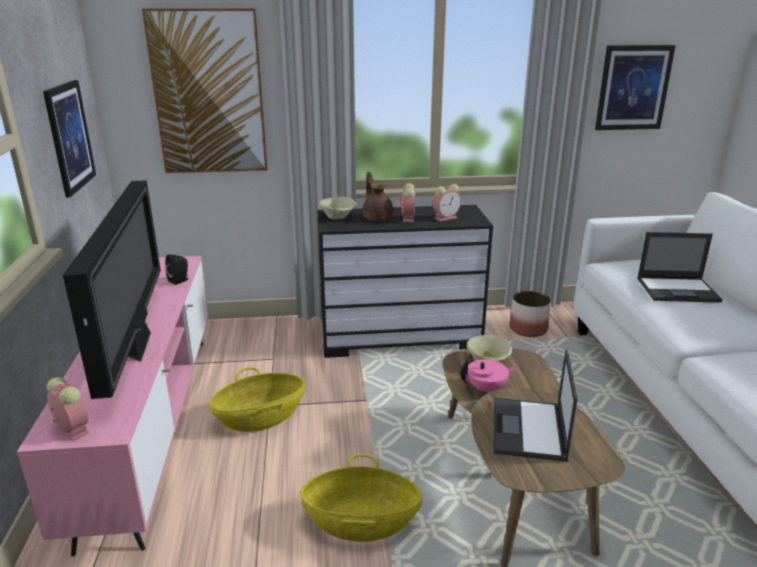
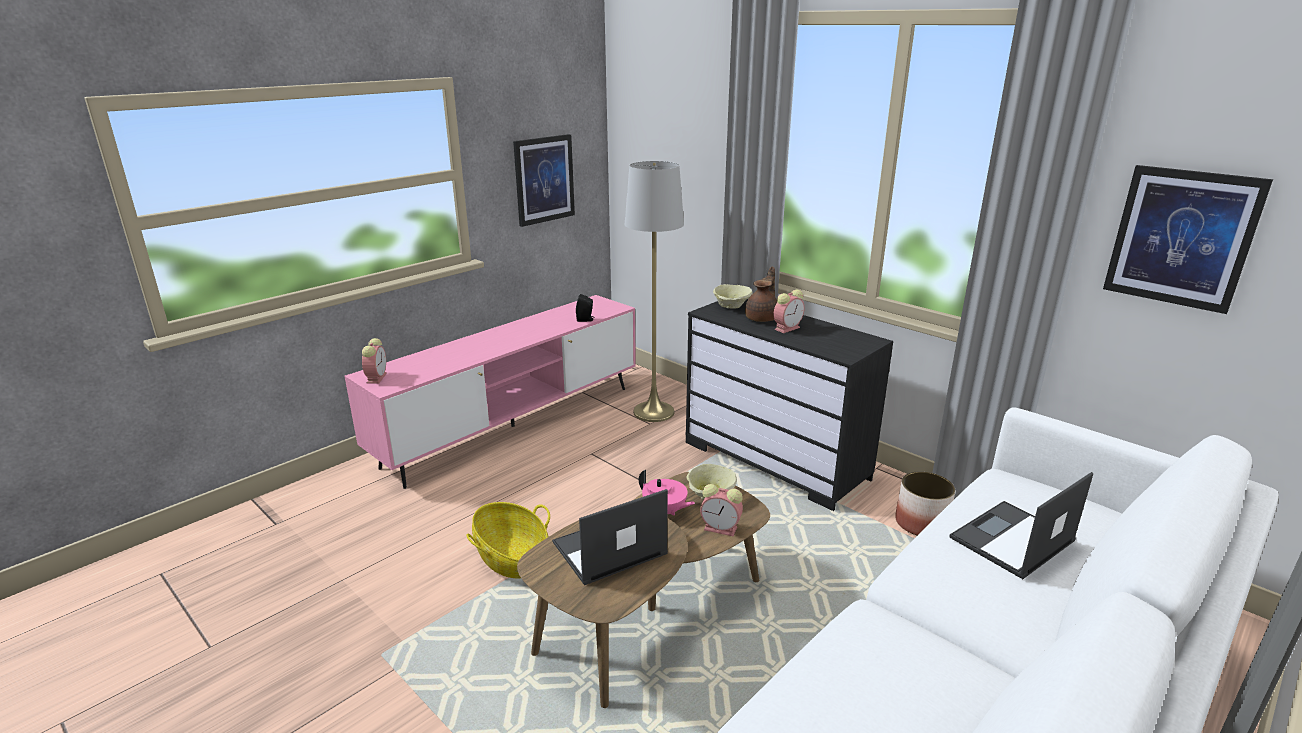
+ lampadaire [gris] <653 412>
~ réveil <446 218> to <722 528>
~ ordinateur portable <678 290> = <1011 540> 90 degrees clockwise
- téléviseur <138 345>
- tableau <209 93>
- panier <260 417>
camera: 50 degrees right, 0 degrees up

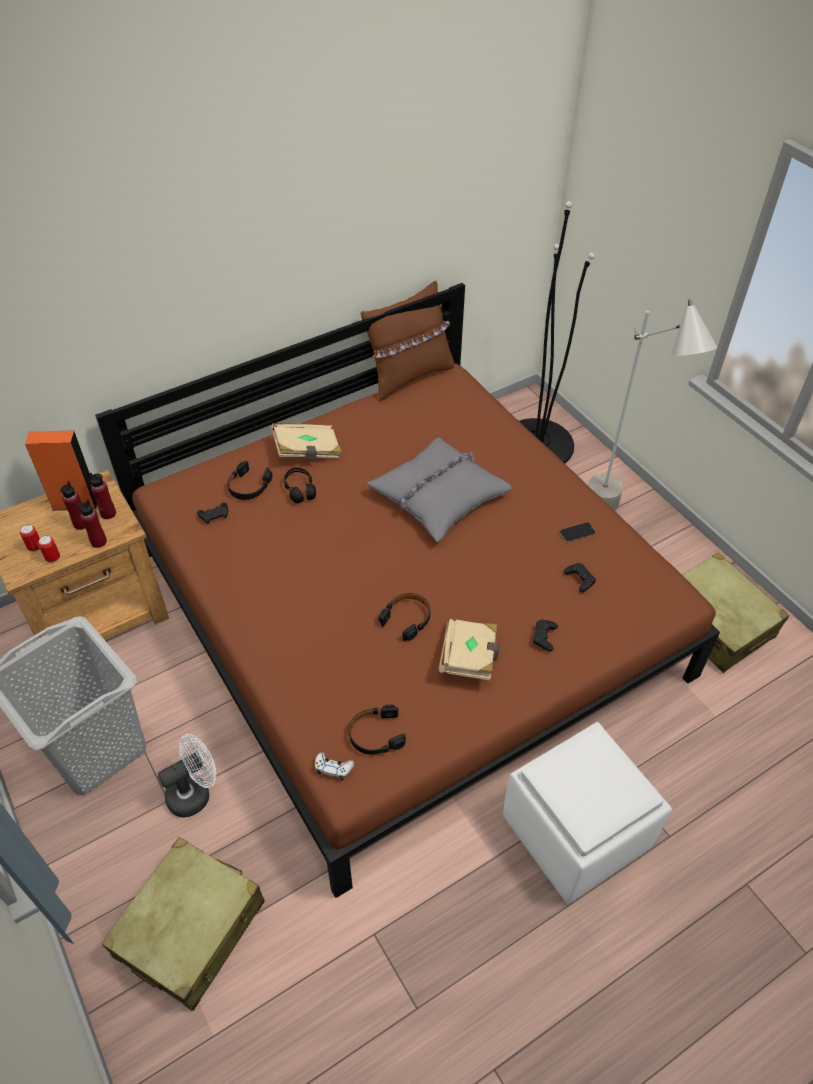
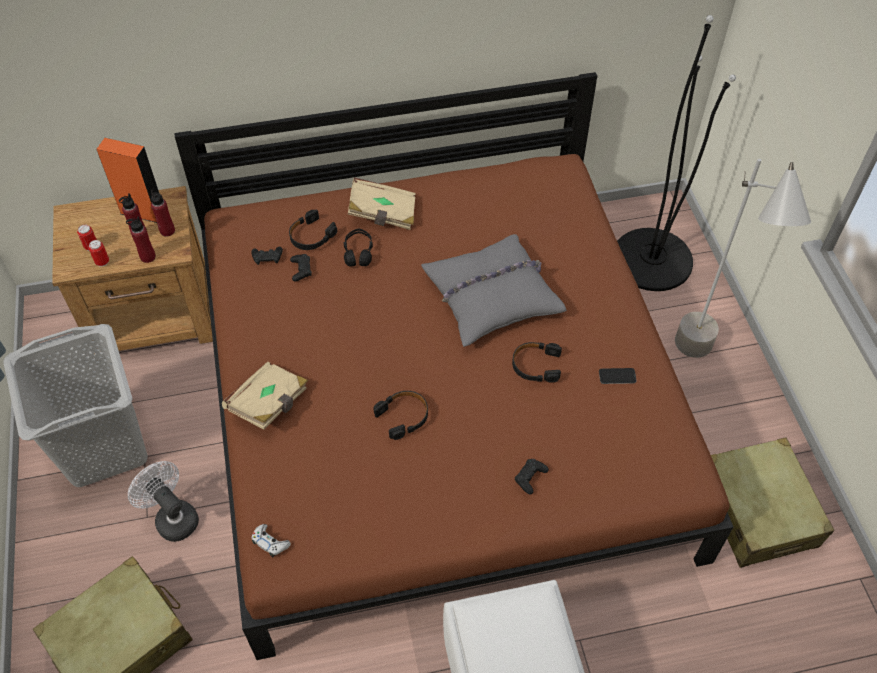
~ ventilateur [blanc] <195 793> = <173 517> 120 degrees counterclockwise
~ livre [beige] <469 658> to <269 403>
~ manette [noir] <579 579> to <301 270>
~ casque audio [noir] <376 734> to <536 365>
- coussin [marron] <409 376>
camera: 20 degrees right, 5 degrees up

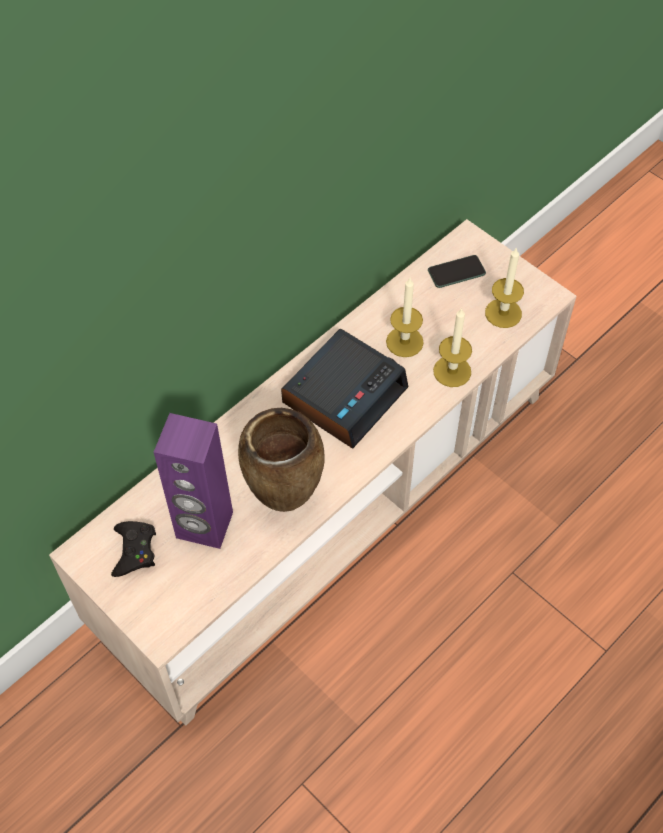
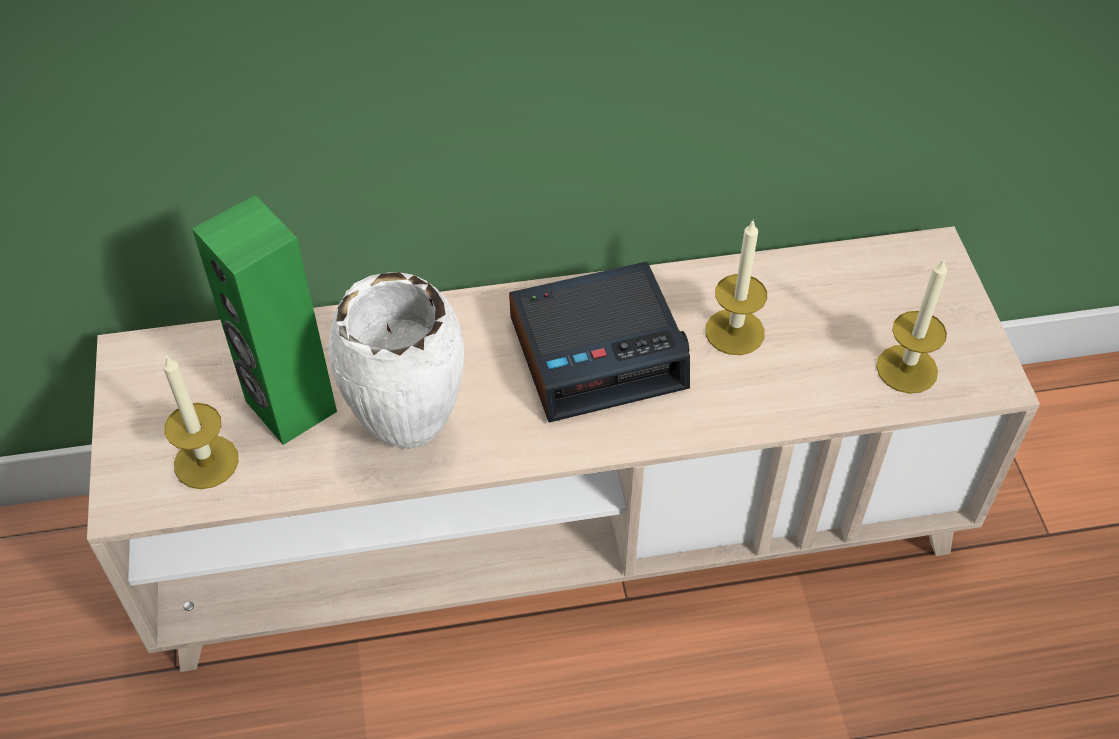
~ bougie <452 371> to <206 462>
~ enceinte [violet] <204 526> to enceinte [vert] <290 407>
~ vase [marron] <284 502> to vase [blanc] <407 436>
- manette [noir] <134 551>
- téléphone <456 272>
camera: 35 degrees right, 5 degrees down

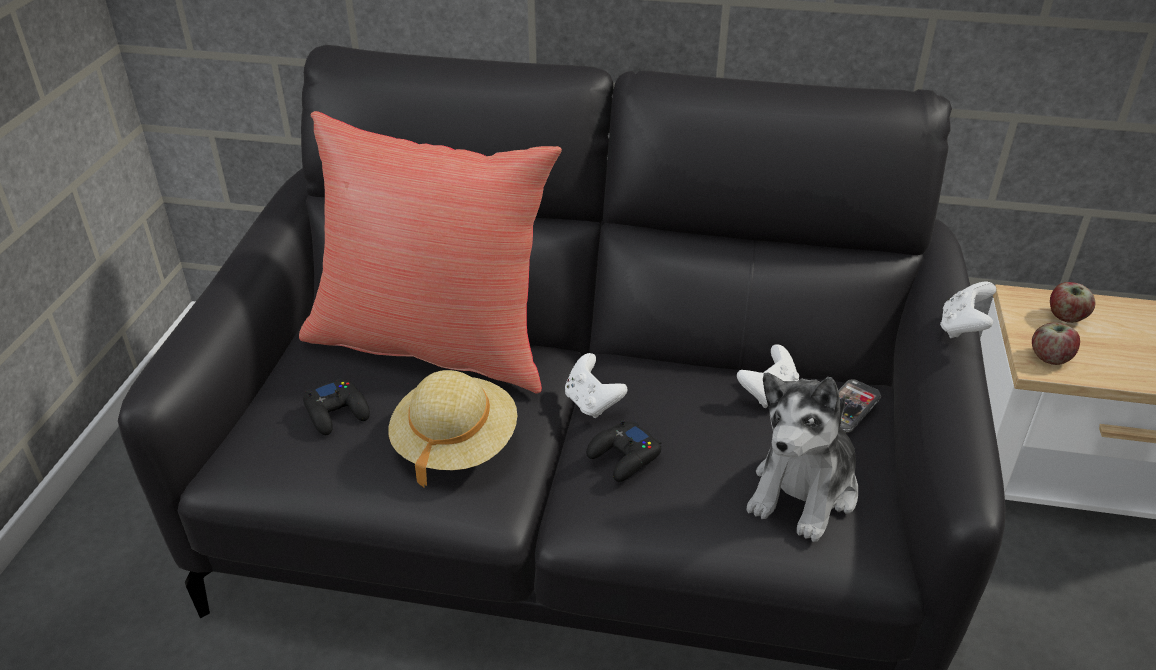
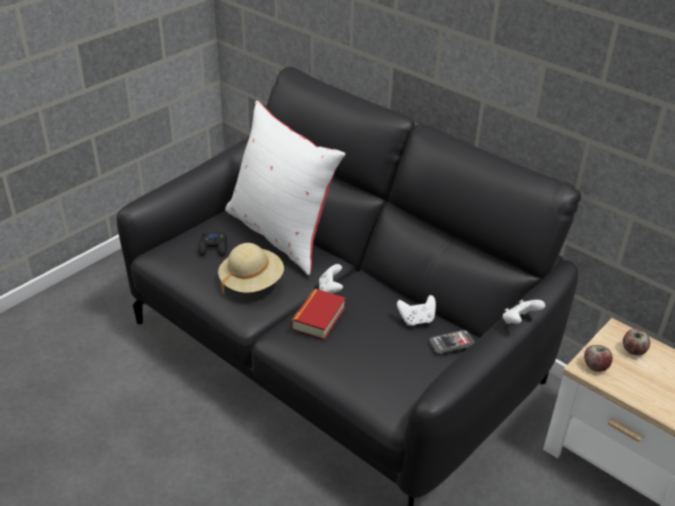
~ coussin [rouge] <432 344> to coussin [blanc] <281 234>
~ manette [noir] <624 457> to livre <318 318>
- peluche <804 491>
camera: 30 degrees right, 0 degrees up

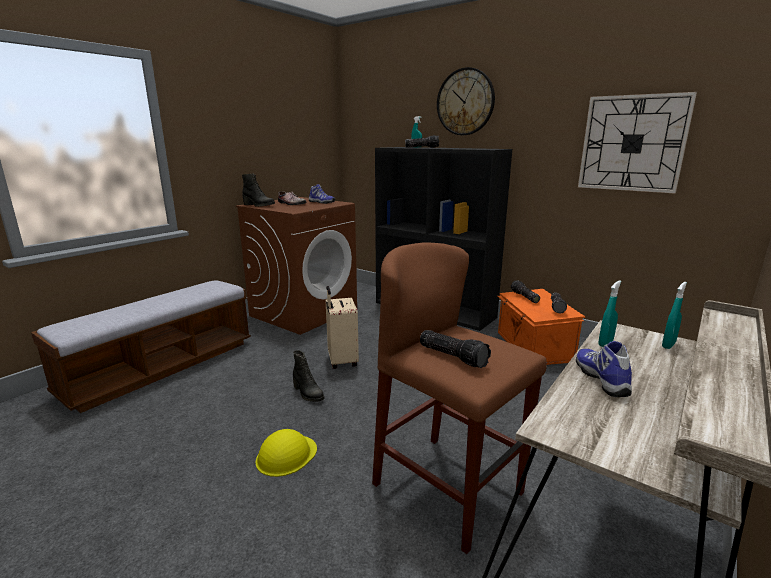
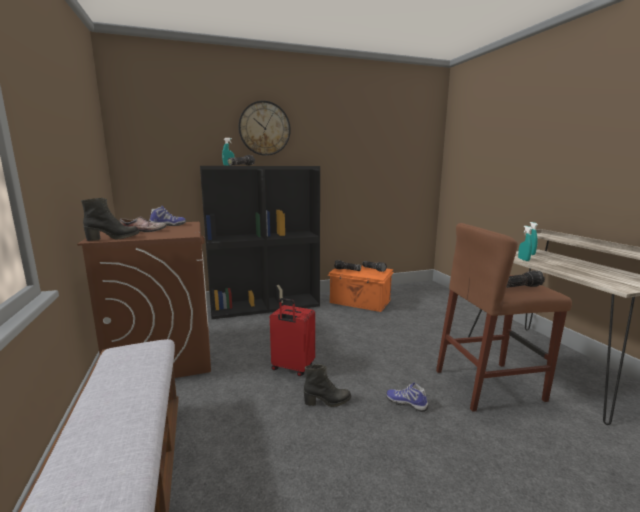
~ valise [beige] <341 361> to valise [rouge] <292 368>
~ chaussure <603 379> to <406 403>
- casque de chantier [jaune] <286 455>
- horloge murale <632 143>
camera: 55 degrees left, 5 degrees down

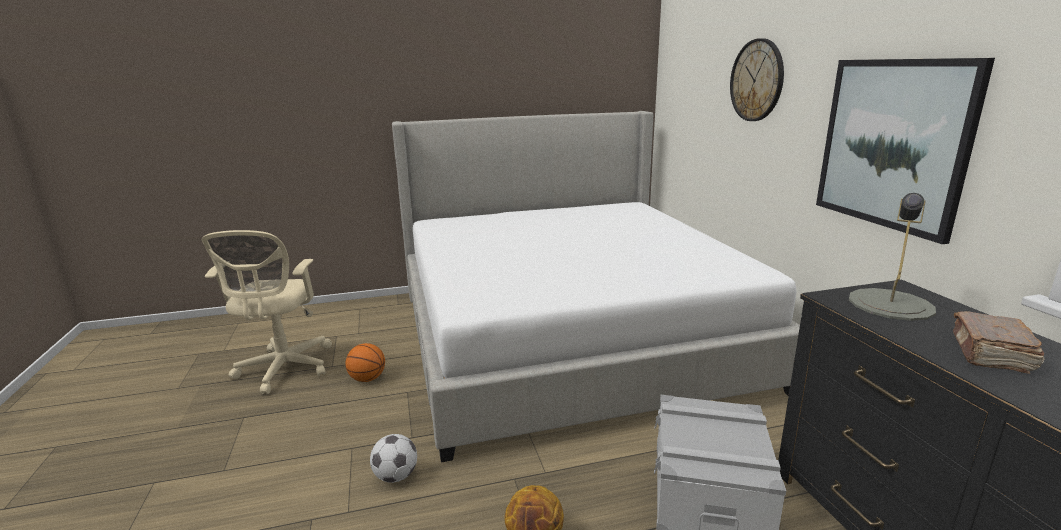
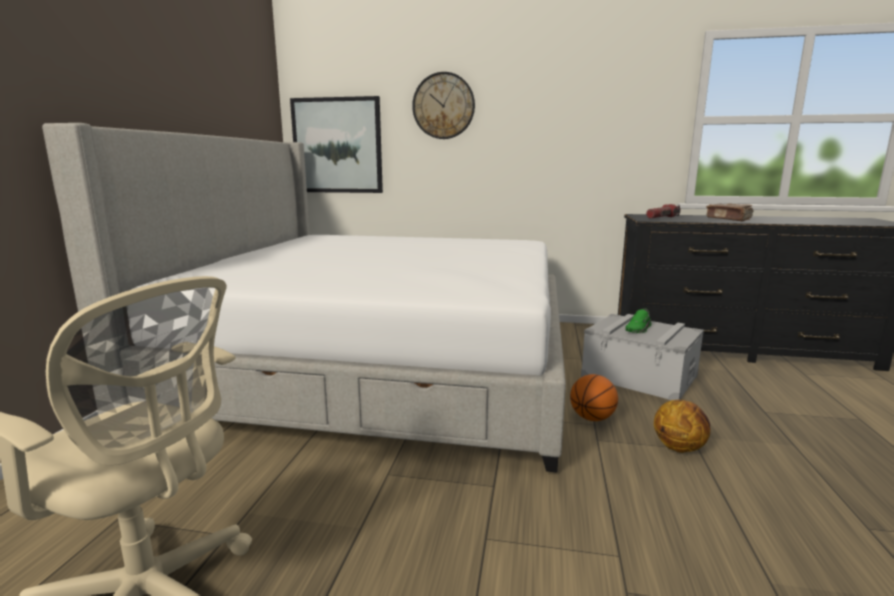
~ tableau <892 144> to <337 146>
~ ballon de basket <367 379> to <592 418>
+ chaussure [vert] <639 329>
~ lampe de table [gris] <890 304> to lampe de poche <662 217>
- ballon de foot <396 476>
camera: 65 degrees left, 5 degrees down

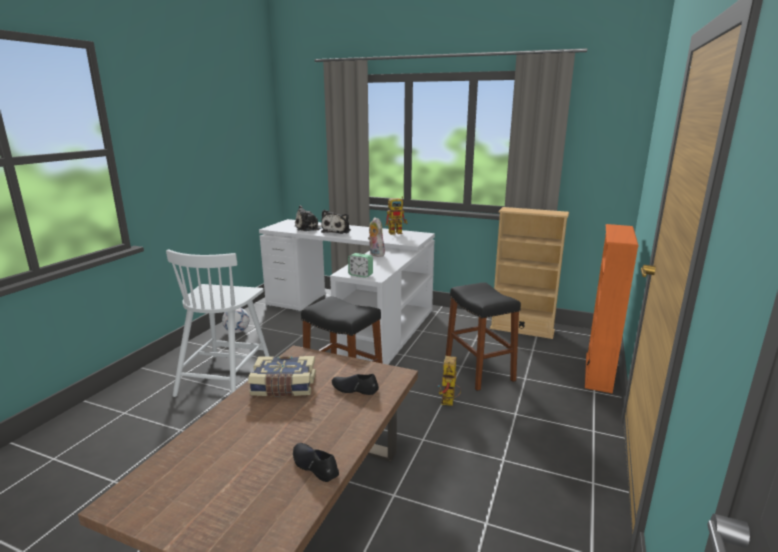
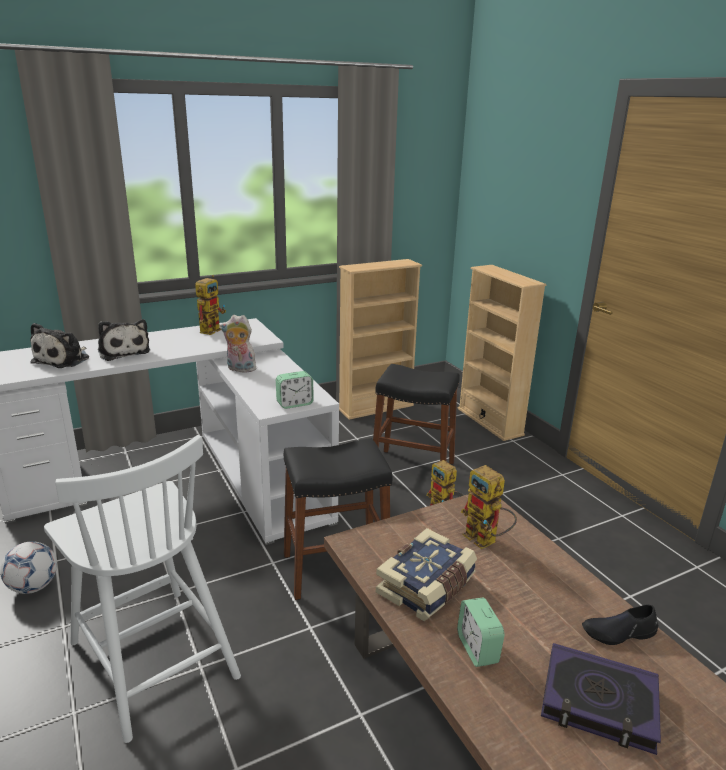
~ bibliothèque [orange] <598 372> to bibliothèque [beige] <490 421>
+ réveil <477 649>
~ chaussure [noir] <354 389> to robot jouet <486 541>
+ livre <598 703>
camera: 50 degrees left, 5 degrees up

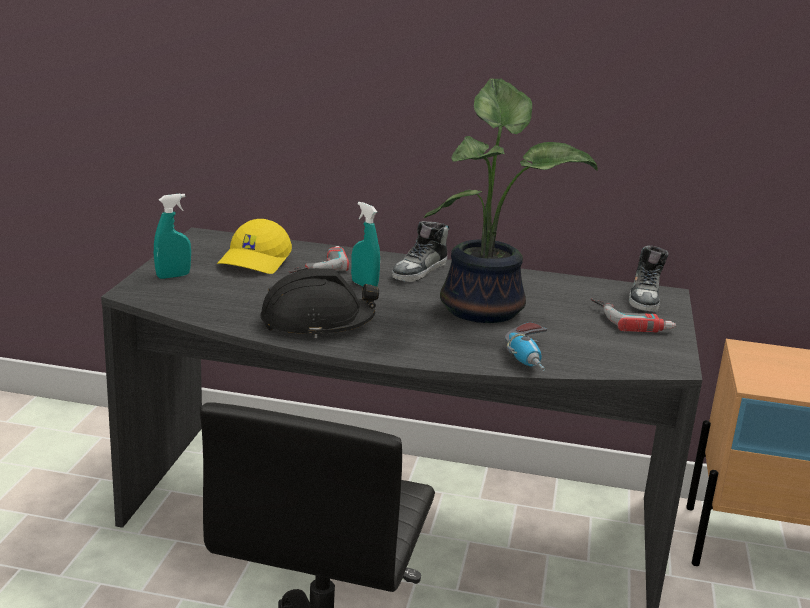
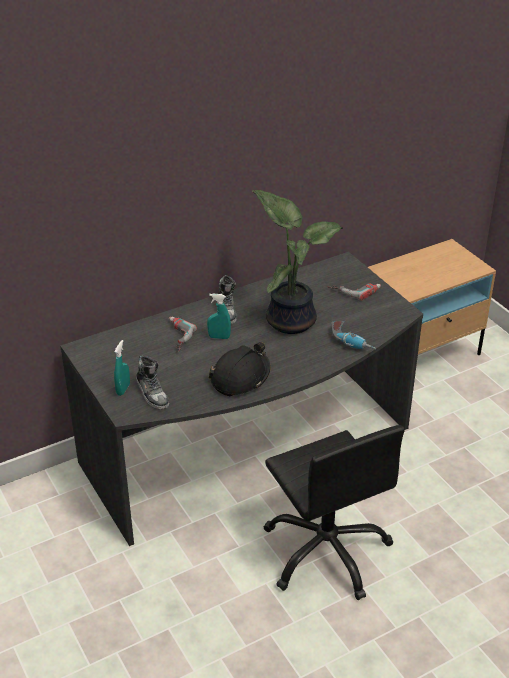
~ chaussure <645 298> to <152 393>
- casquette [jaune] <256 261>
camera: 40 degrees left, 15 degrees up

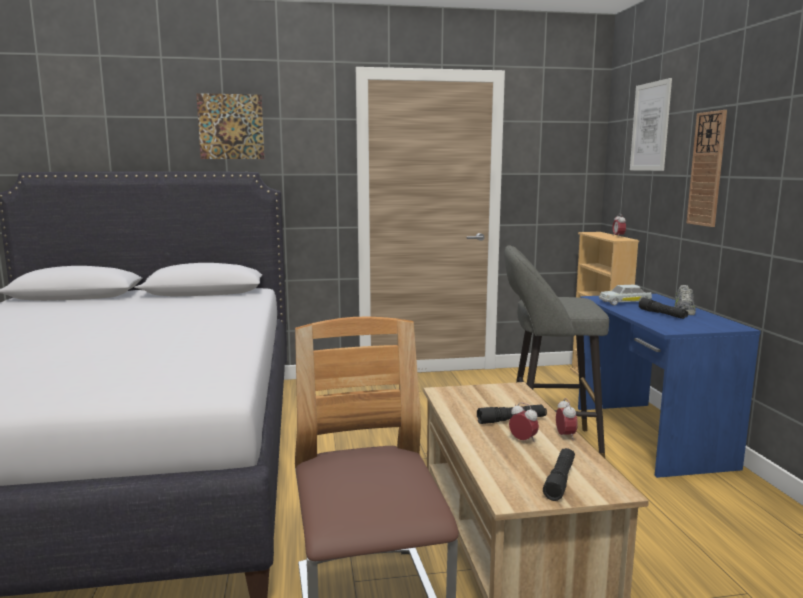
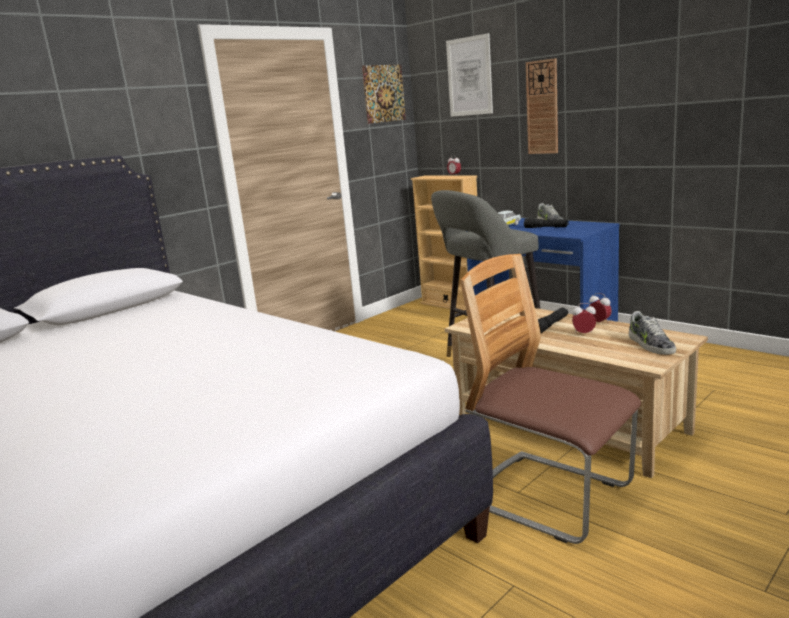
~ tableau <231 126> to <384 93>
~ lampe de poche [noir] <560 480> to chaussure <650 344>
camera: 35 degrees left, 5 degrees up

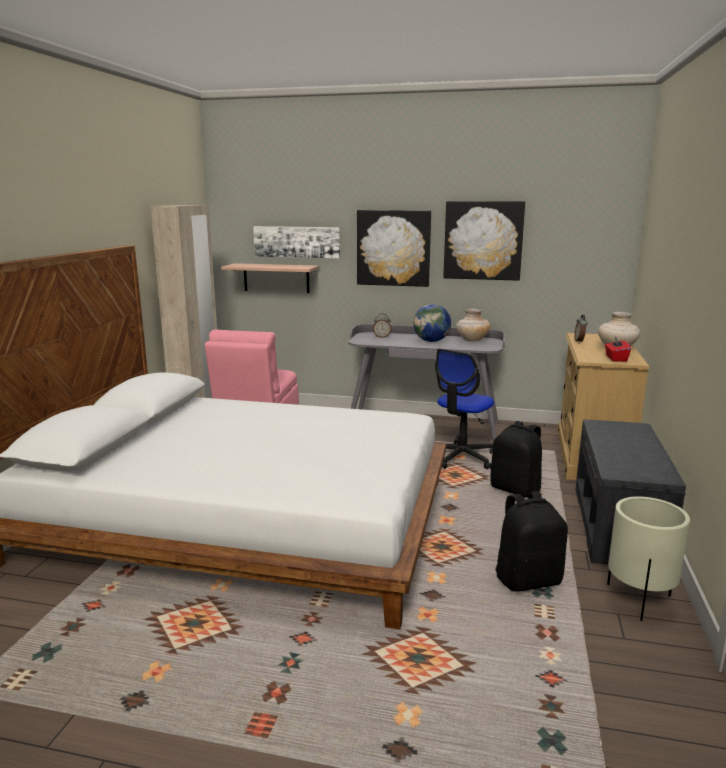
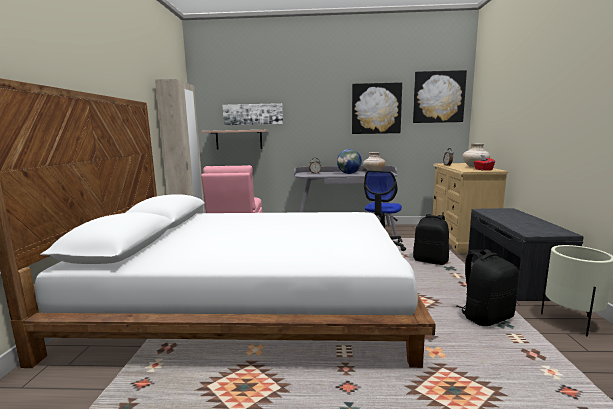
~ tableau <393 248> to <438 97>
camera: 10 degrees left, 5 degrees down

